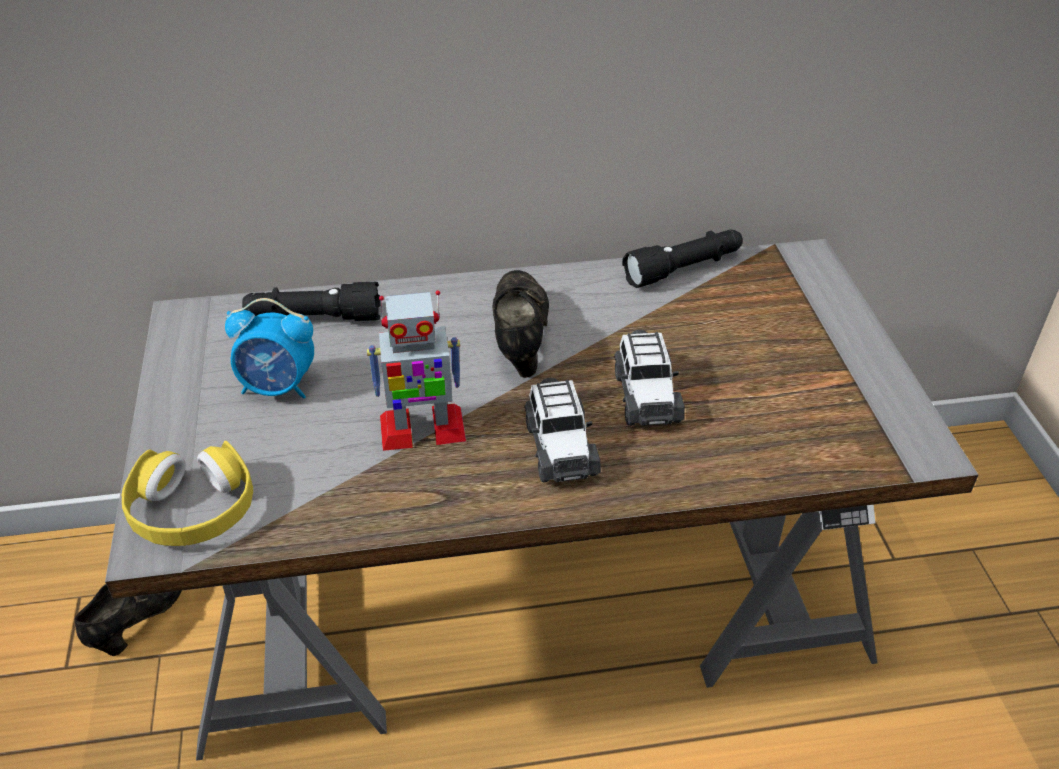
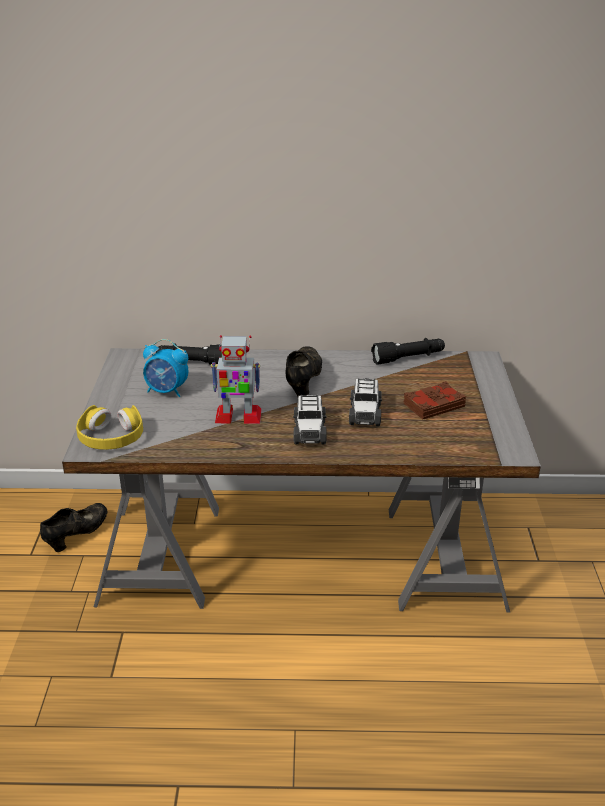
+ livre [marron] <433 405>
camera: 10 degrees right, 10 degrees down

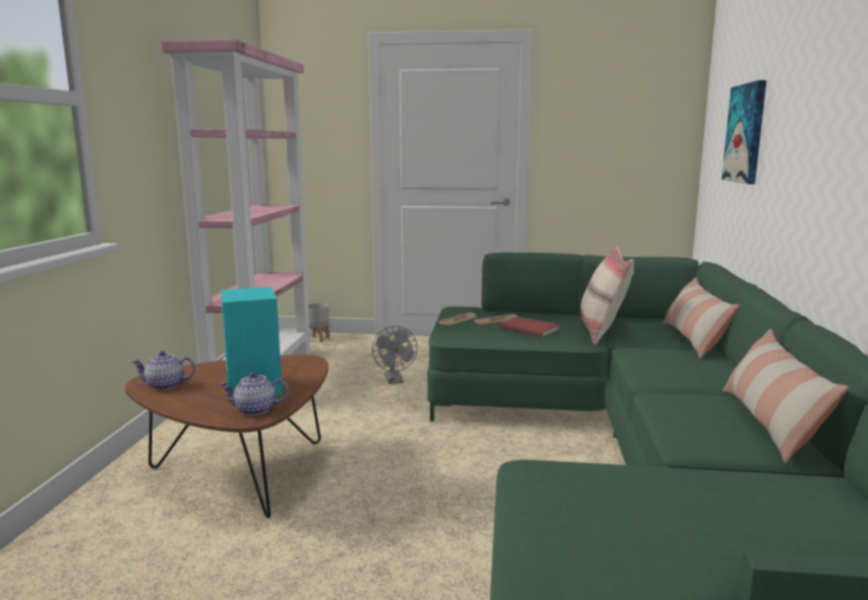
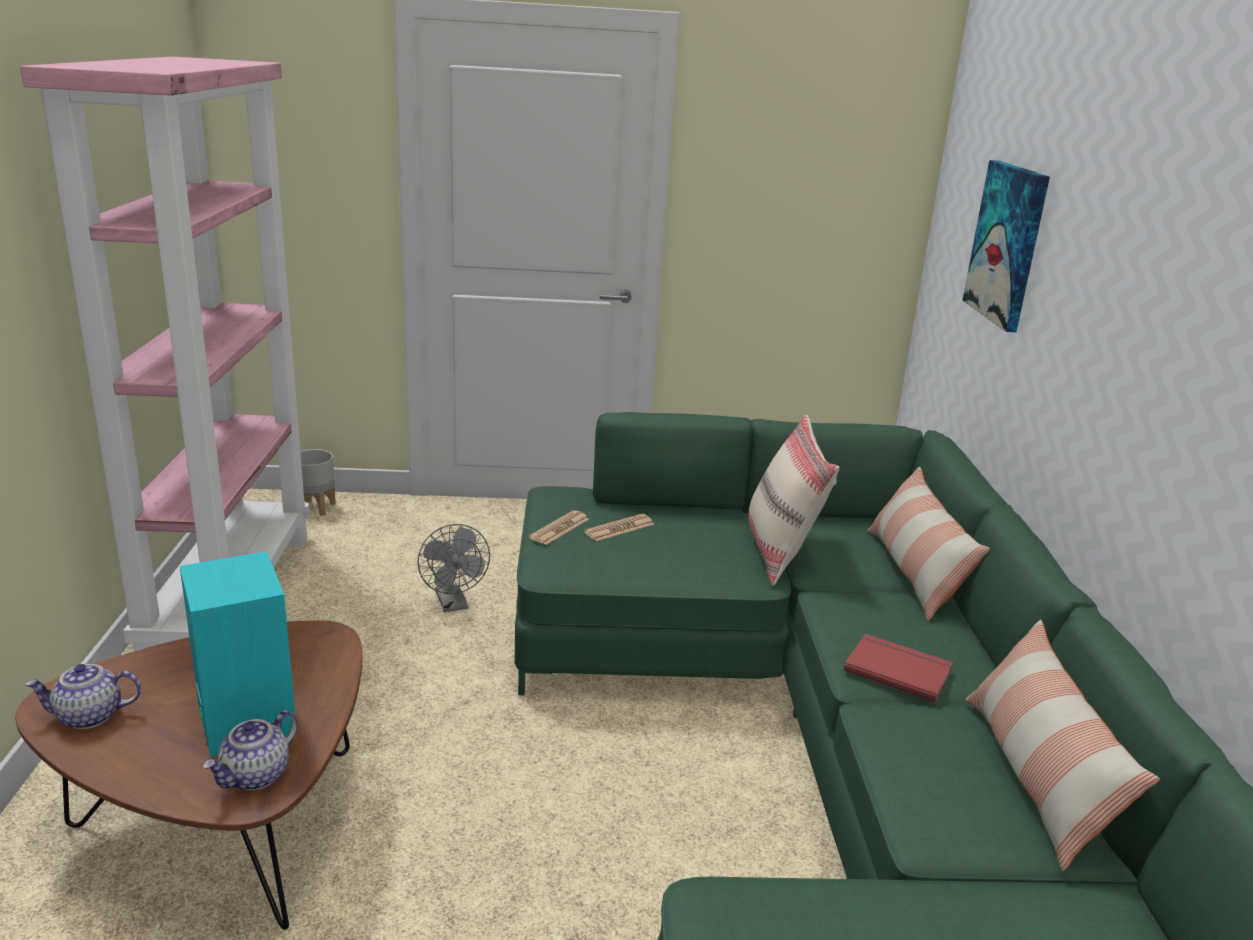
~ théière <255 410> = <256 776> 45 degrees counterclockwise
~ livre [rouge] <530 328> to <898 669>
camera: 10 degrees left, 10 degrees up

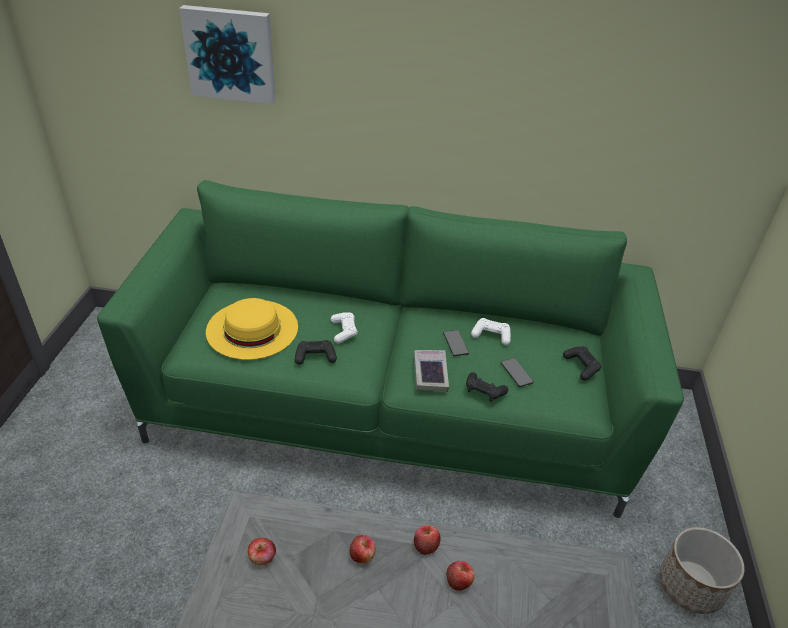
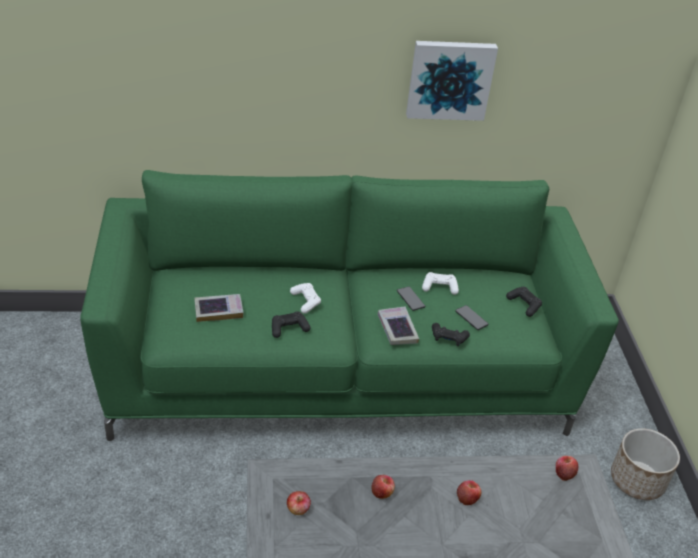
~ chapeau [jaune] <252 329> to livre <218 310>
~ tableau <231 54> to <450 79>
~ pomme <426 545> to <564 473>
camera: 15 degrees left, 0 degrees up

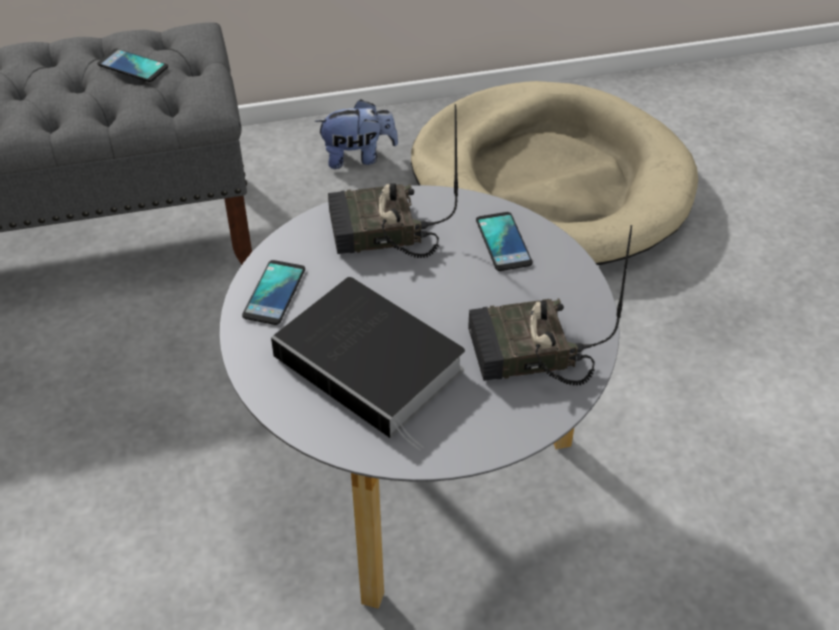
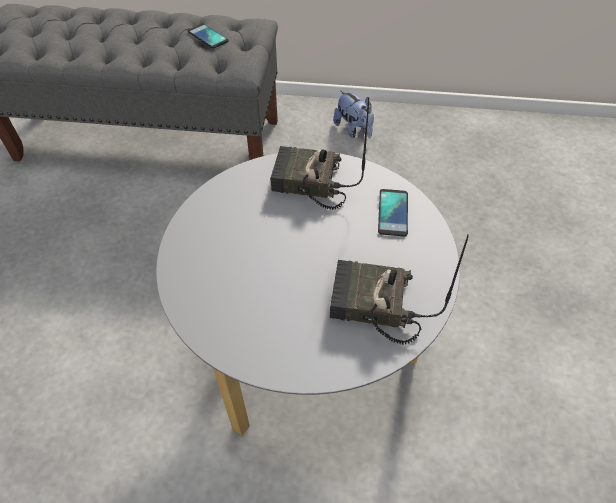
~ peluche <358 157> = <354 130> 45 degrees clockwise
- téléphone <274 293>
- livre <374 365>
- panier pour chien [beige] <550 182>
camera: 20 degrees right, 5 degrees up

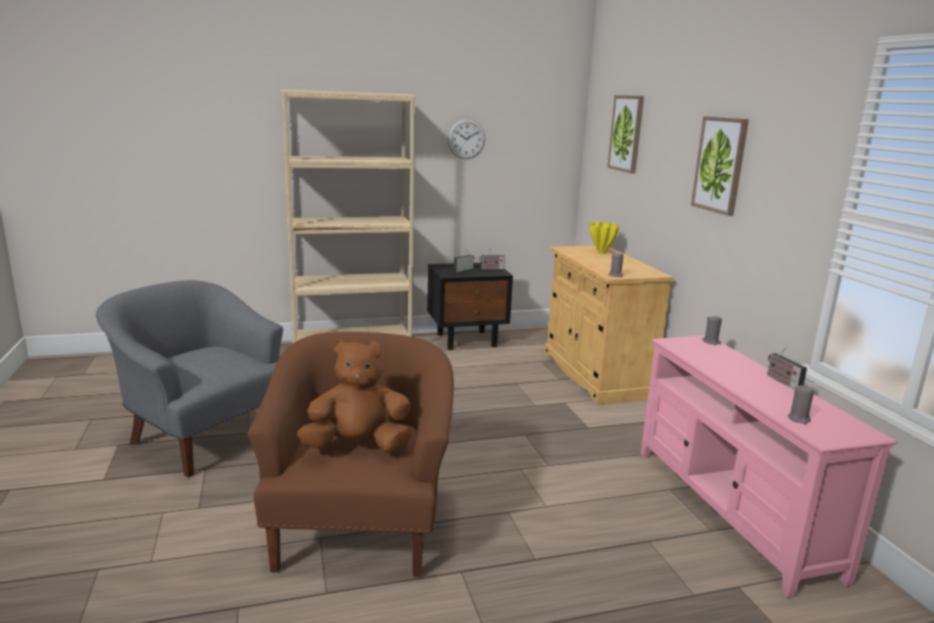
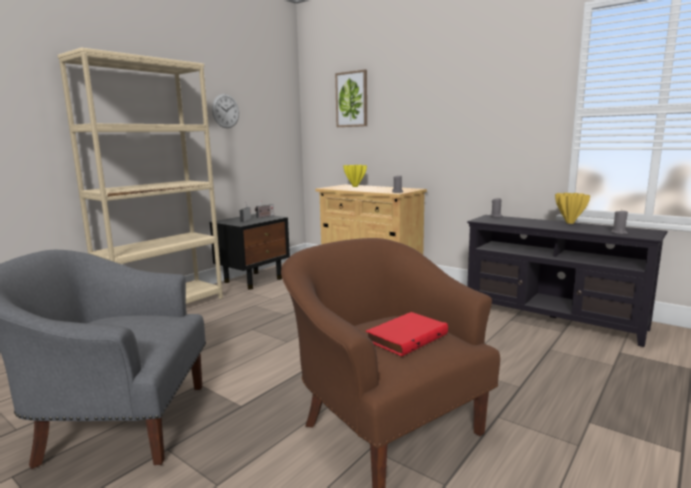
~ peluche [marron] <358 446> to livre [rouge] <406 337>
~ meuble télé [rose] <731 510> to meuble télé [noir] <552 318>
~ radio <782 381> to vase [jaune] <569 222>
- tableau <720 165>
camera: 35 degrees left, 5 degrees down

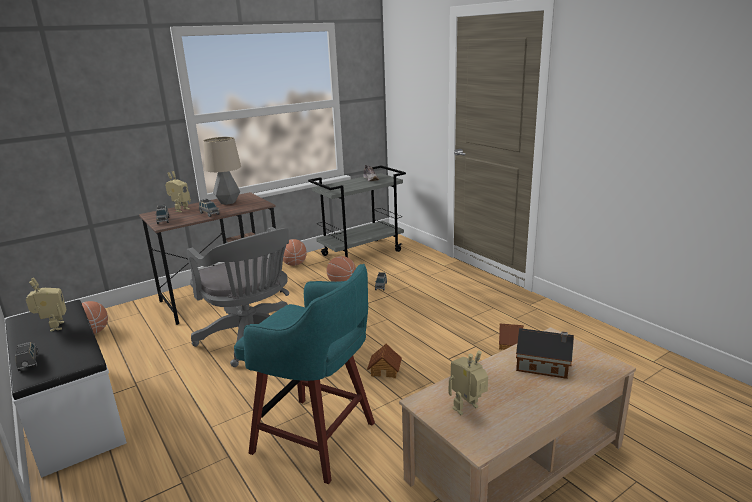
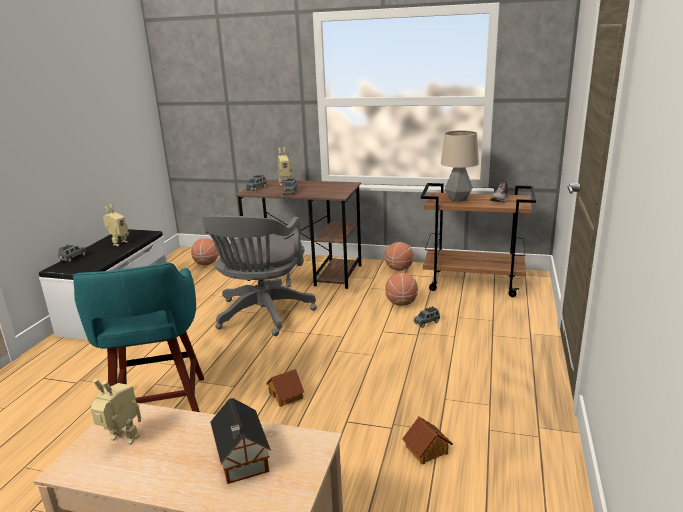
~ chariot [gris] <362 253> to chariot [marron] <473 283>
~ lampe de table <228 202> to <458 199>
camera: 50 degrees right, 0 degrees up

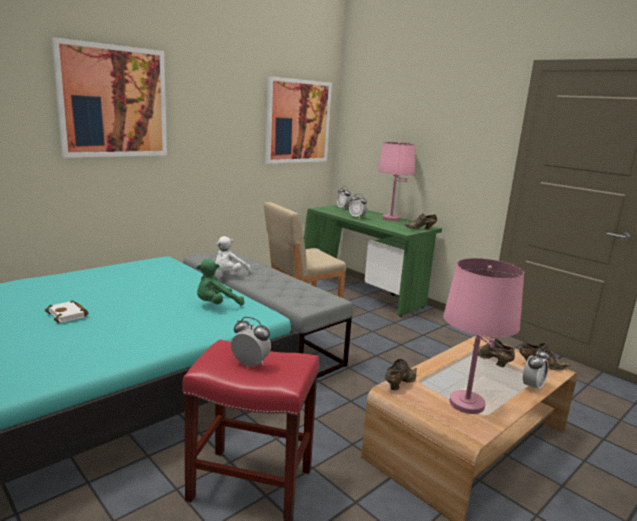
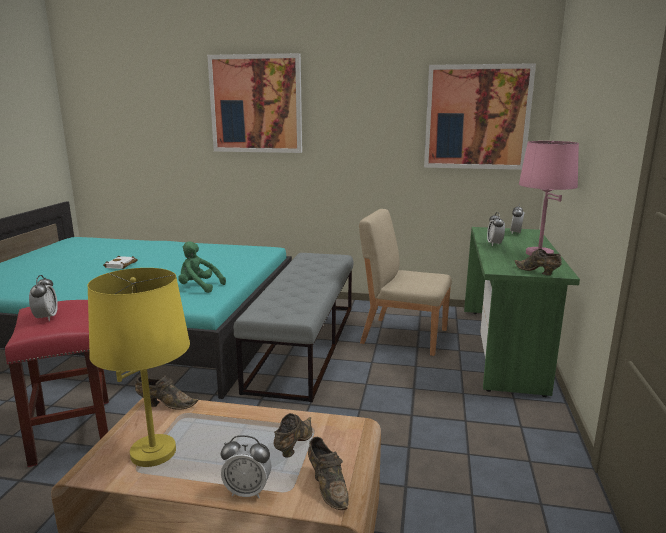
~ lampe de table [rose] <466 404> to lampe de table [jaune] <153 452>
- peluche [blanc] <229 274>
camera: 55 degrees right, 0 degrees up

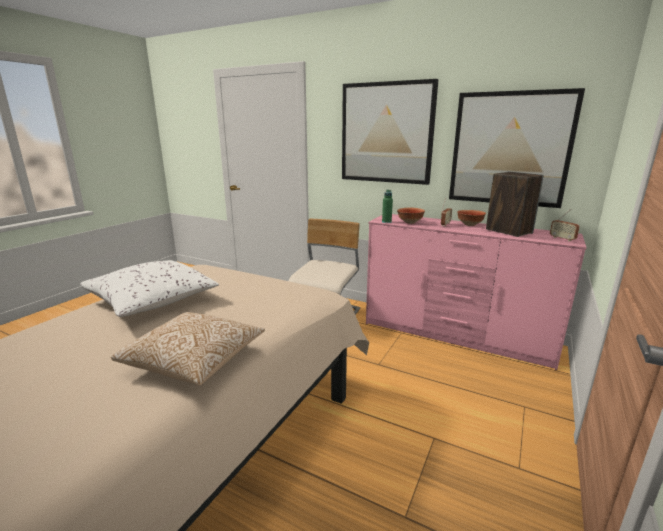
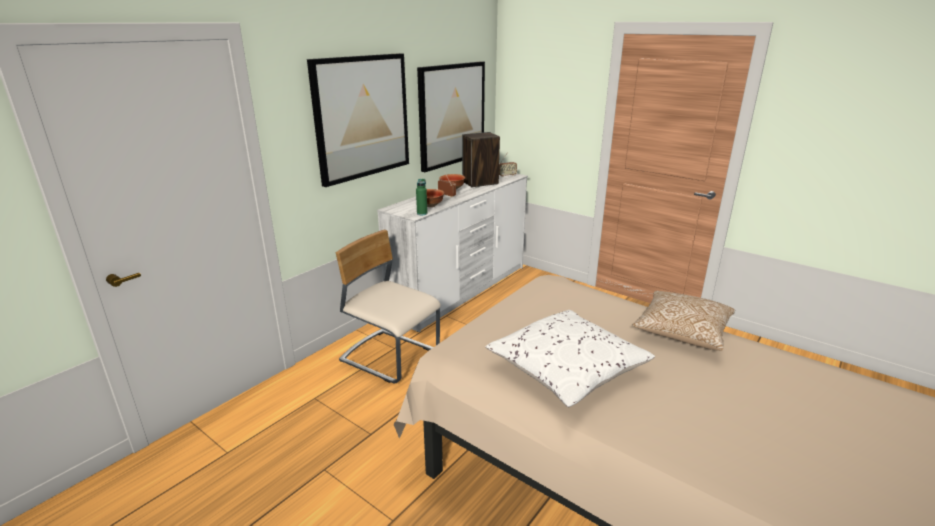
~ commode [rose] <456 335> to commode [blanc] <461 290>
camera: 80 degrees left, 5 degrees up

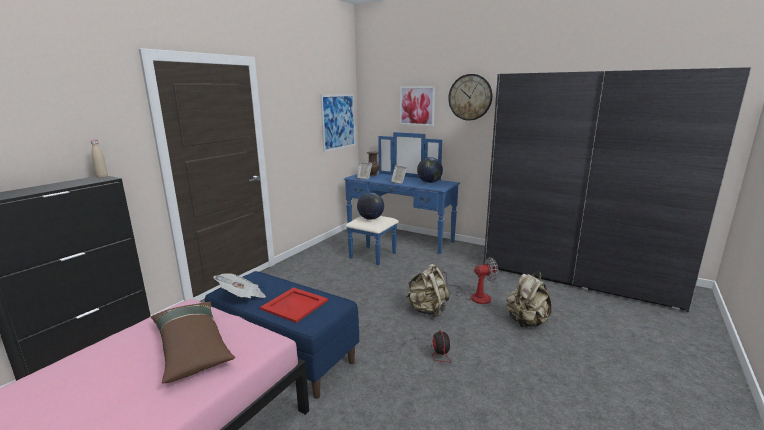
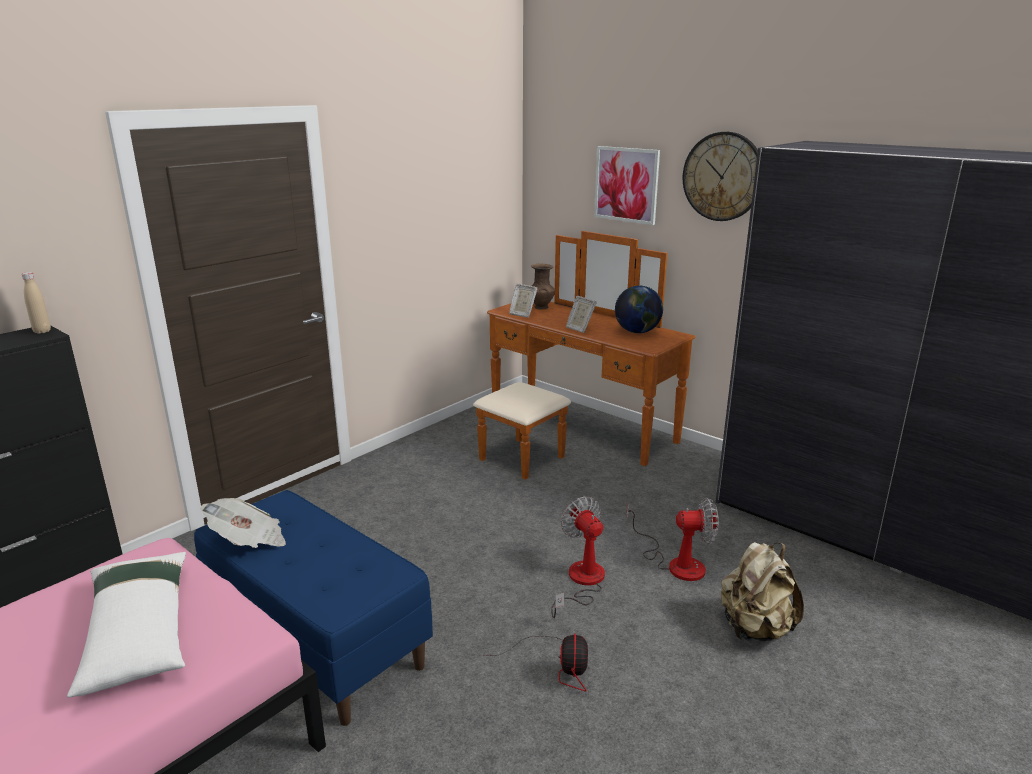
~ coussin [marron] <192 346> to coussin [blanc] <138 631>
~ commode [bleu] <394 242> to commode [marron] <569 433>
~ sac à dos [beige] <427 310> to ventilateur <581 582>
- plateau [rouge] <294 305>
- tableau <338 121>
- globe <370 218>
camera: 10 degrees right, 5 degrees up

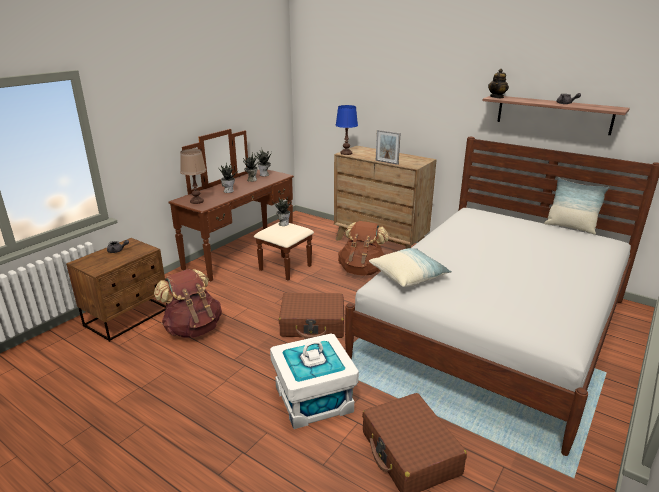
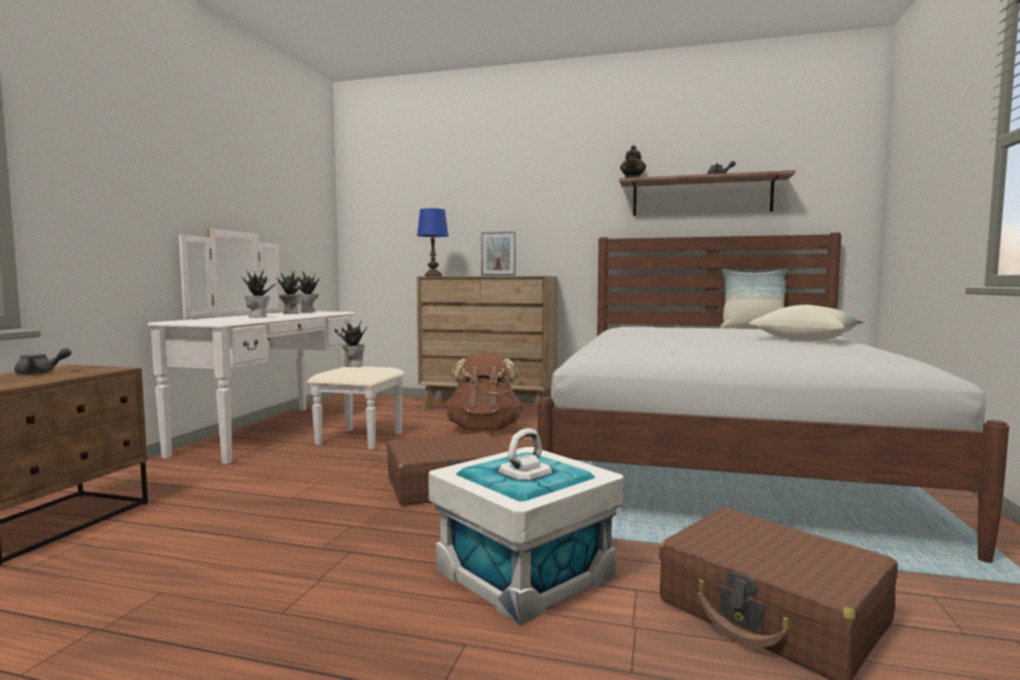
~ commode [marron] <251 255> to commode [blanc] <291 433>
~ coussin <408 276> to <805 339>
- sac à dos [marron] <193 328>
- lampe de table [marron] <197 201>
camera: 20 degrees left, 20 degrees down

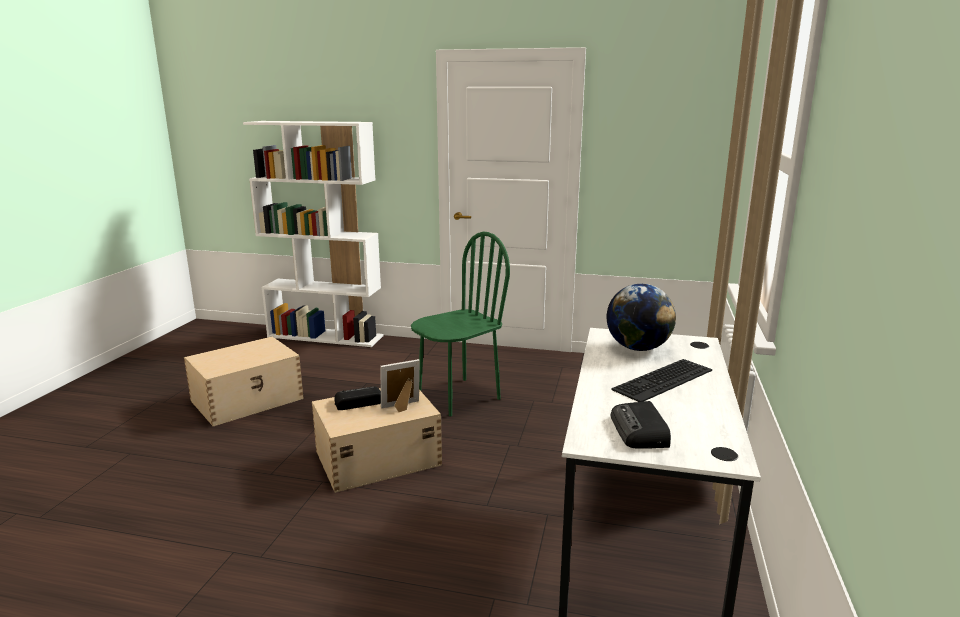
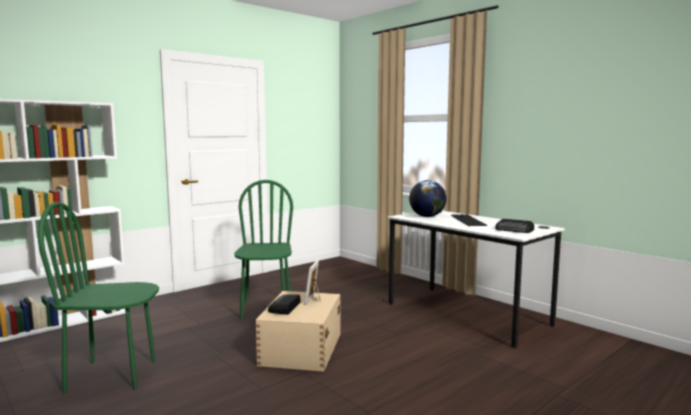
~ boîte de rangement [beige] <248 399> to chaise [vert] <112 375>
camera: 55 degrees left, 10 degrees down

